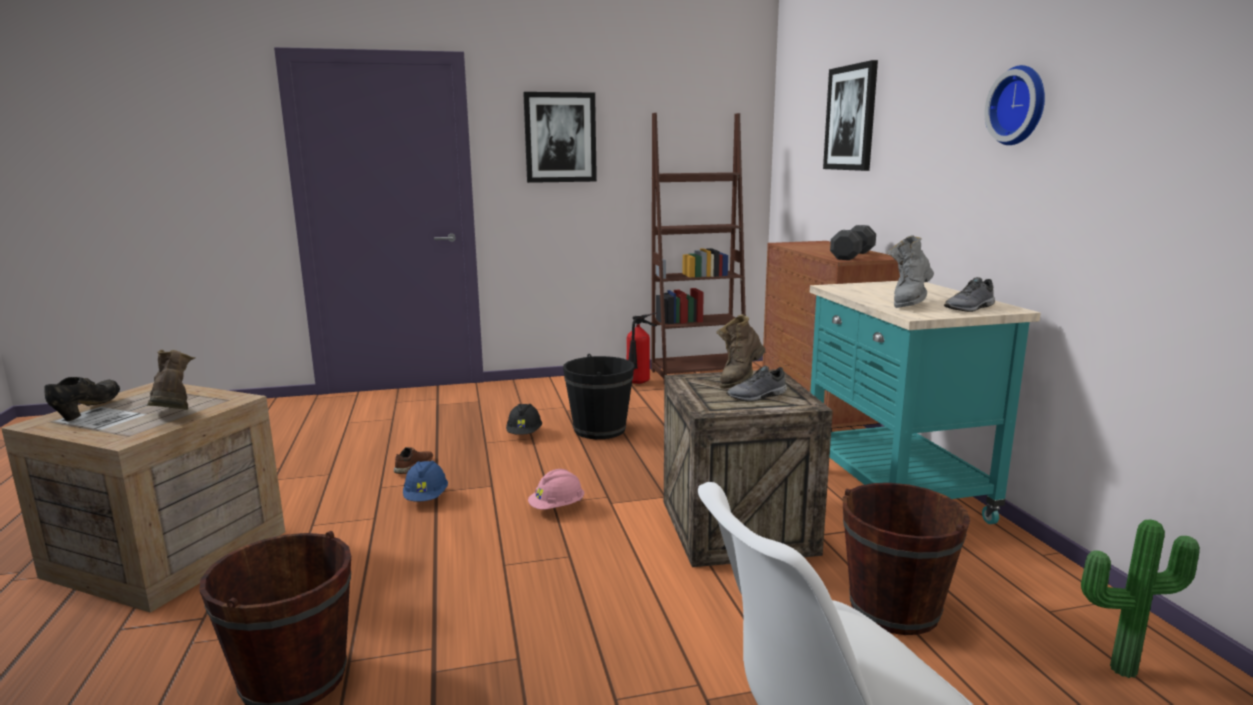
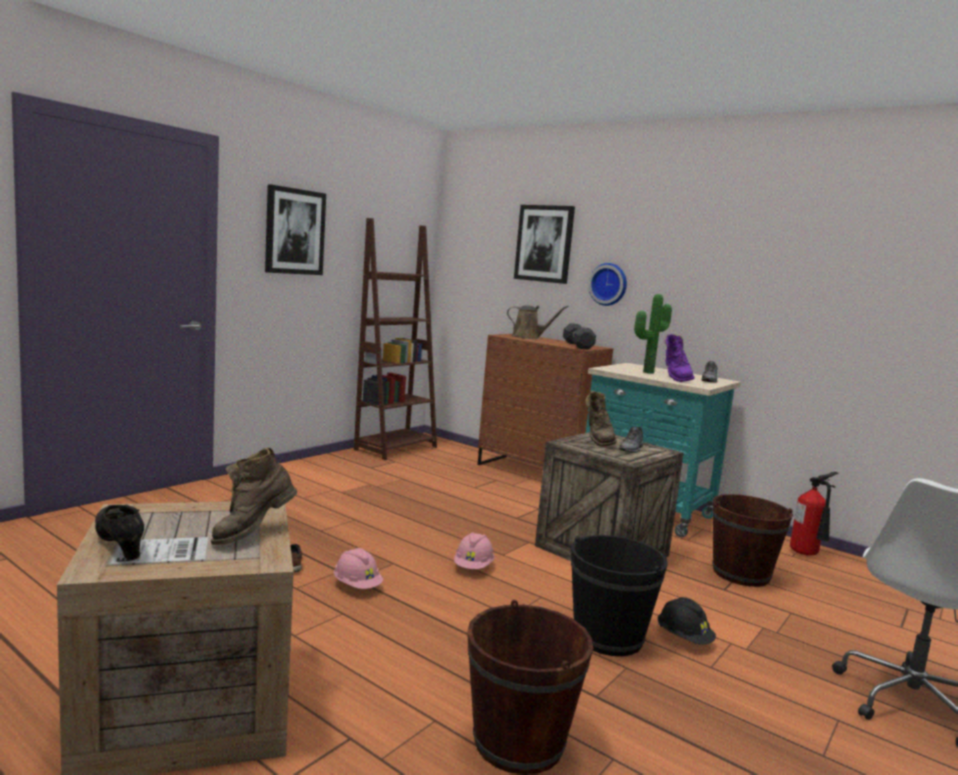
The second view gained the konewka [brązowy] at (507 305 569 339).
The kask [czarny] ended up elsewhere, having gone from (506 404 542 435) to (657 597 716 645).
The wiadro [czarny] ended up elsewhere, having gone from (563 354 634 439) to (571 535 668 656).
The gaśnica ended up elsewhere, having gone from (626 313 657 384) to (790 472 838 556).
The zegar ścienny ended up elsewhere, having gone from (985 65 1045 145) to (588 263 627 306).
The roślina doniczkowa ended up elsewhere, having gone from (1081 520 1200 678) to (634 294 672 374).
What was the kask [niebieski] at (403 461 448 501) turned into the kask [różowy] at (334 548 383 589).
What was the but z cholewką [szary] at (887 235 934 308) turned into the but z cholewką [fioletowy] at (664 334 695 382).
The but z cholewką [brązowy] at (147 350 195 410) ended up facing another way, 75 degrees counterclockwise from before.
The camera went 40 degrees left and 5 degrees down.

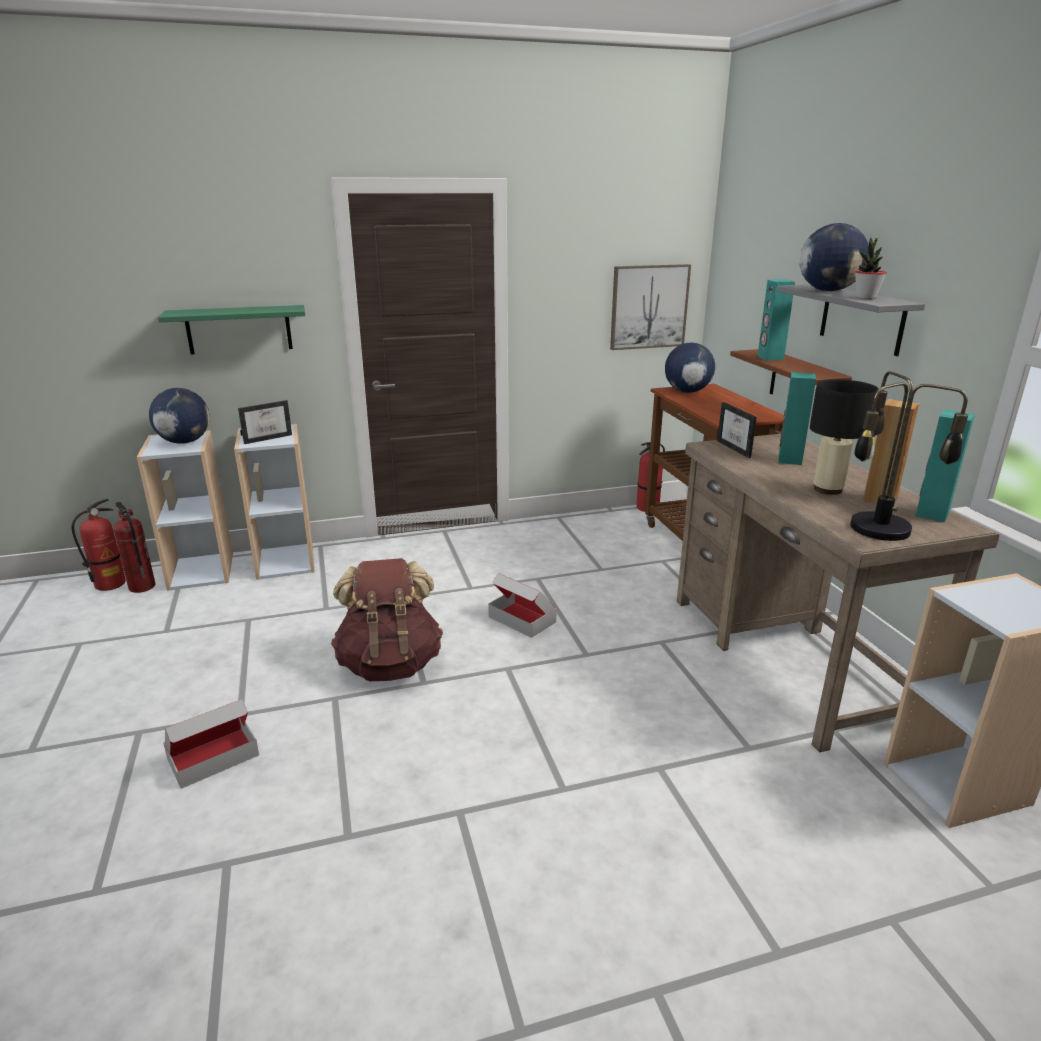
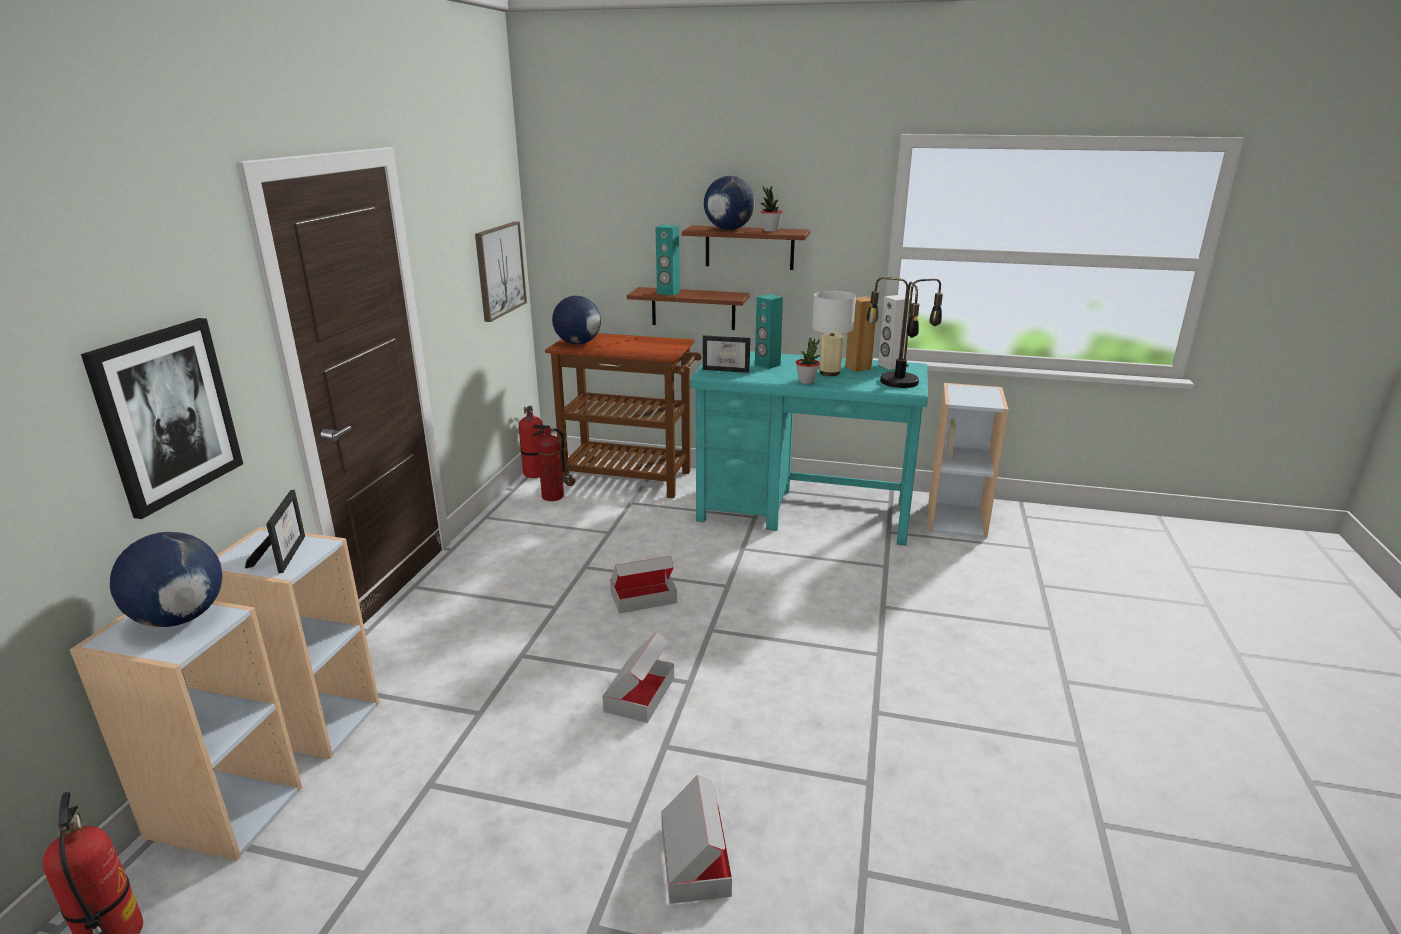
The second view gained the roślina doniczkowa at (796 338 820 384).
The gaśnica ended up elsewhere, having gone from (113 502 156 593) to (533 425 566 501).
Where the półka [zielony] hung at (158 305 305 354), the obraz came to hang at (81 318 243 519).
Where the plecak [brązowy] stood at (331 558 443 681), the karton came to stand at (603 632 674 723).
What was the biurko [brązowy] at (677 434 999 752) turned into the biurko [turkusowy] at (690 352 928 546).
What was the półka [szary] at (777 285 925 356) turned into the półka [brązowy] at (682 225 810 270).
What was the lampa stołowa [czarny] at (810 379 878 495) turned into the lampa stołowa [biały] at (812 291 856 376).
What was the głośnik [turkusowy] at (915 410 975 522) turned into the głośnik [biały] at (878 295 910 370).
The camera went 60 degrees left and 0 degrees up.

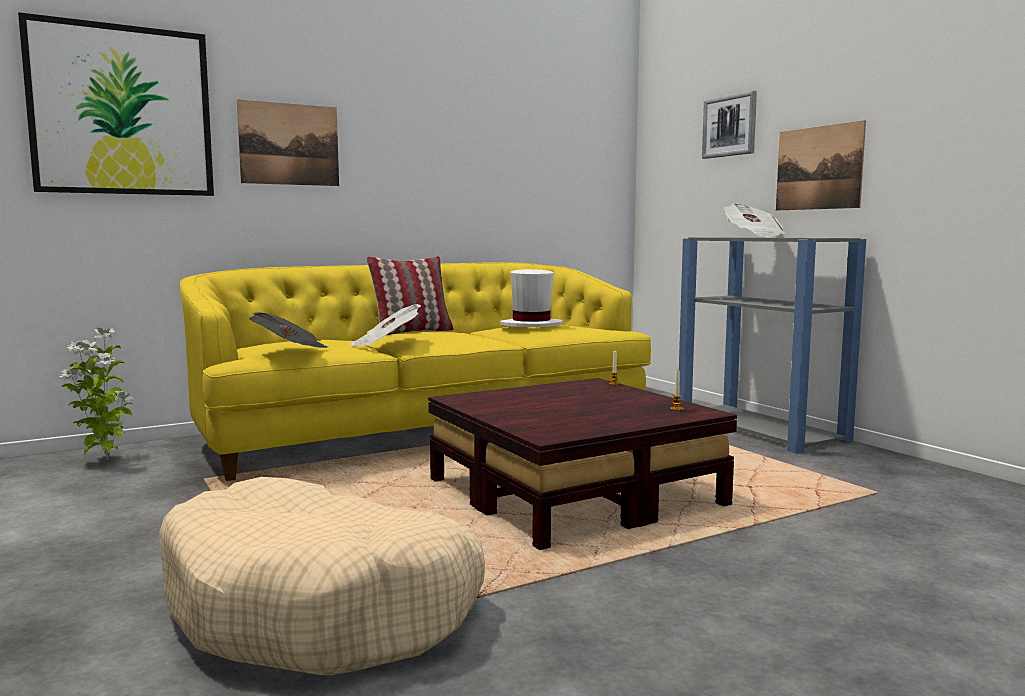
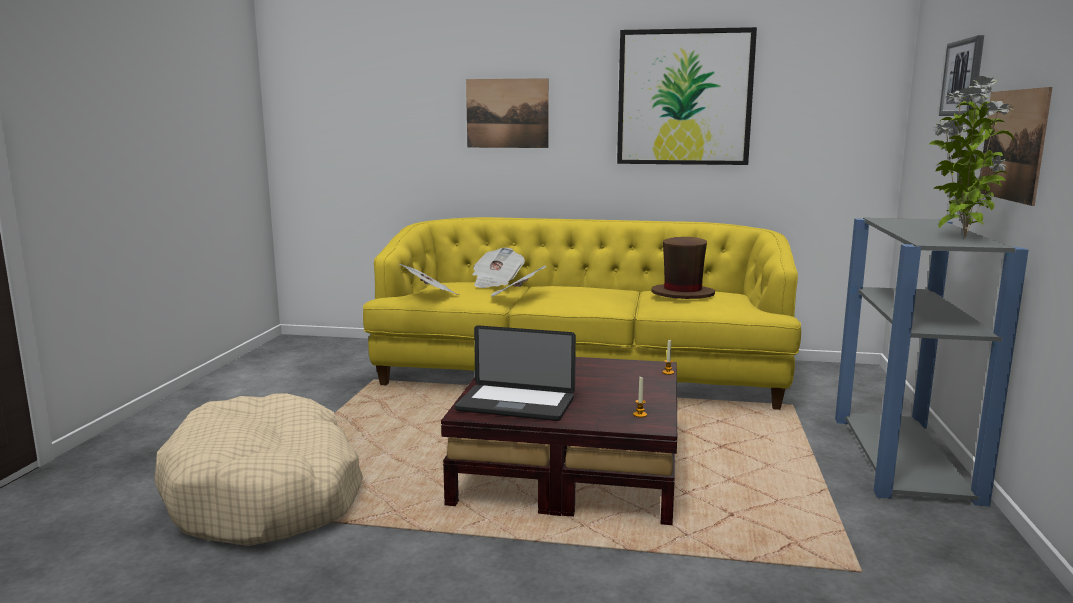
The second view lost the poduszka at (366 256 454 335).
The second view gained the laptop at (455 325 576 421).
The obraz ended up elsewhere, having gone from (18 12 214 196) to (617 27 757 165).
The roślina doniczkowa ended up elsewhere, having gone from (59 328 134 461) to (929 76 1014 238).
The gazeta ended up elsewhere, having gone from (724 203 786 237) to (472 247 525 288).
What was the kapelusz [biały] at (500 269 563 327) turned into the kapelusz [brązowy] at (651 237 715 299).
The camera went 40 degrees right and 5 degrees up.

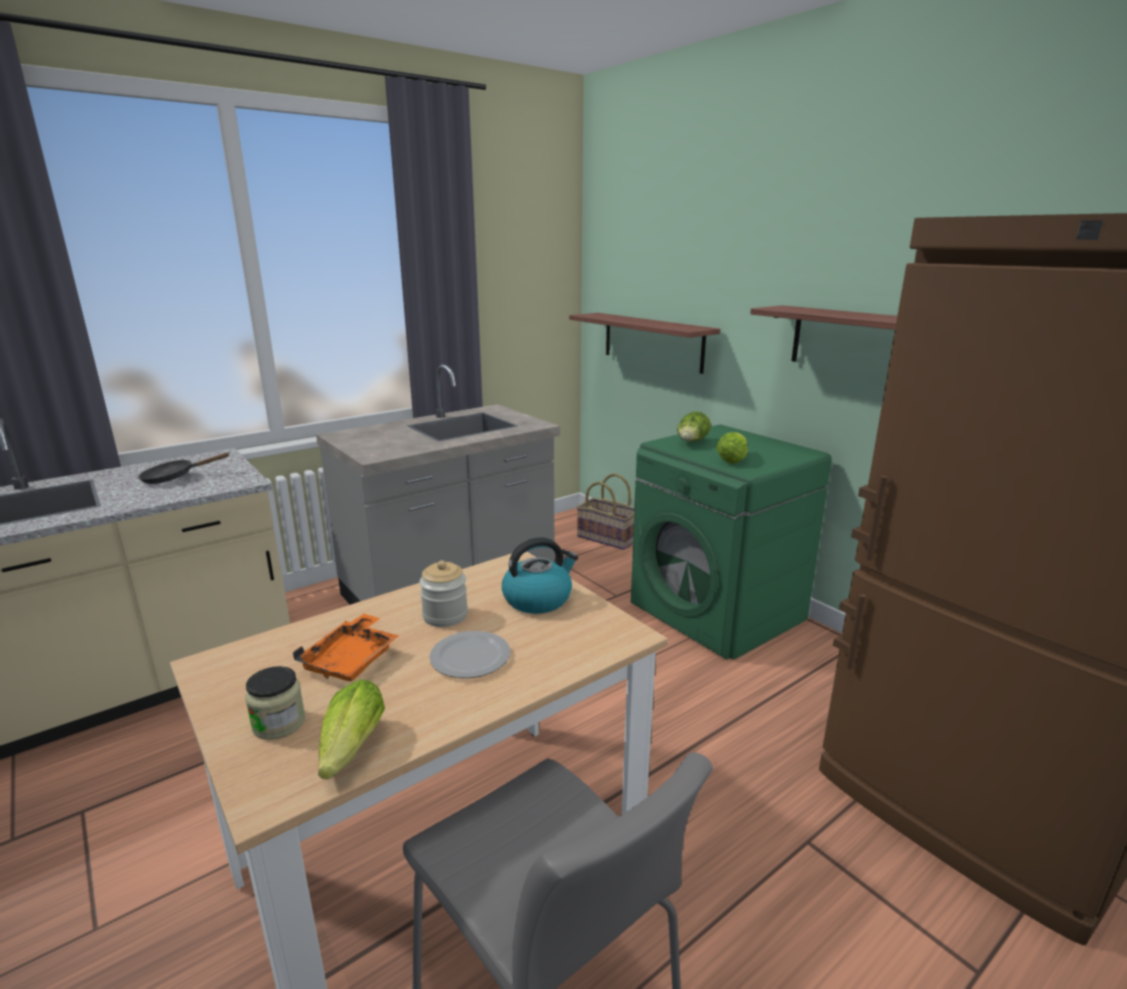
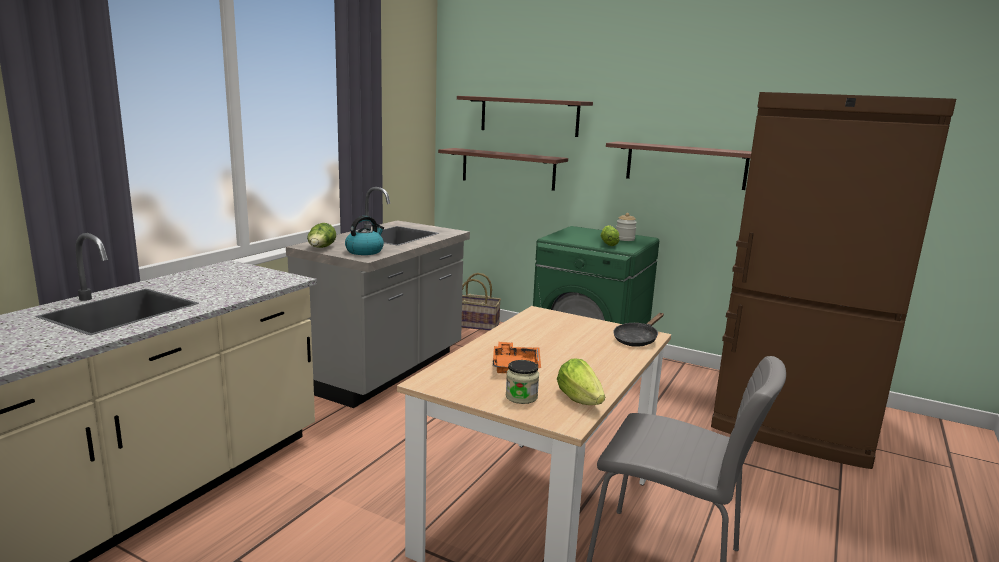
The second view lost the talerz at (429 631 511 678).
The second view gained the półka at (457 96 593 137).
The patelnia [czarny] ended up elsewhere, having gone from (138 453 229 484) to (613 313 664 347).
The słoik ended up elsewhere, having gone from (419 560 468 627) to (616 213 637 241).
The czajnik ended up elsewhere, having gone from (502 537 578 614) to (345 216 384 255).
The sałata ended up elsewhere, having gone from (677 411 711 442) to (307 223 336 248).
The camera went 25 degrees left and 5 degrees down.

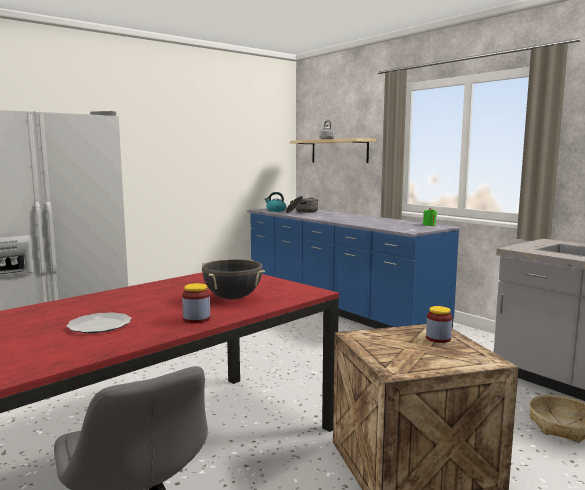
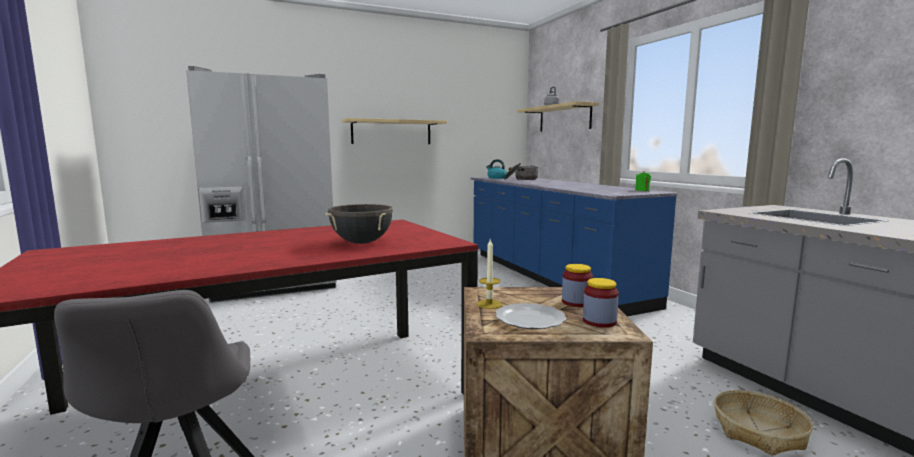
The second view gained the półka at (342 118 447 144).
The second view gained the świeca at (477 239 502 309).
The talerz ended up elsewhere, having gone from (66 312 132 333) to (496 303 566 329).
The słoik ended up elsewhere, having gone from (182 283 210 323) to (583 278 619 328).
The camera went 15 degrees right and 0 degrees up.

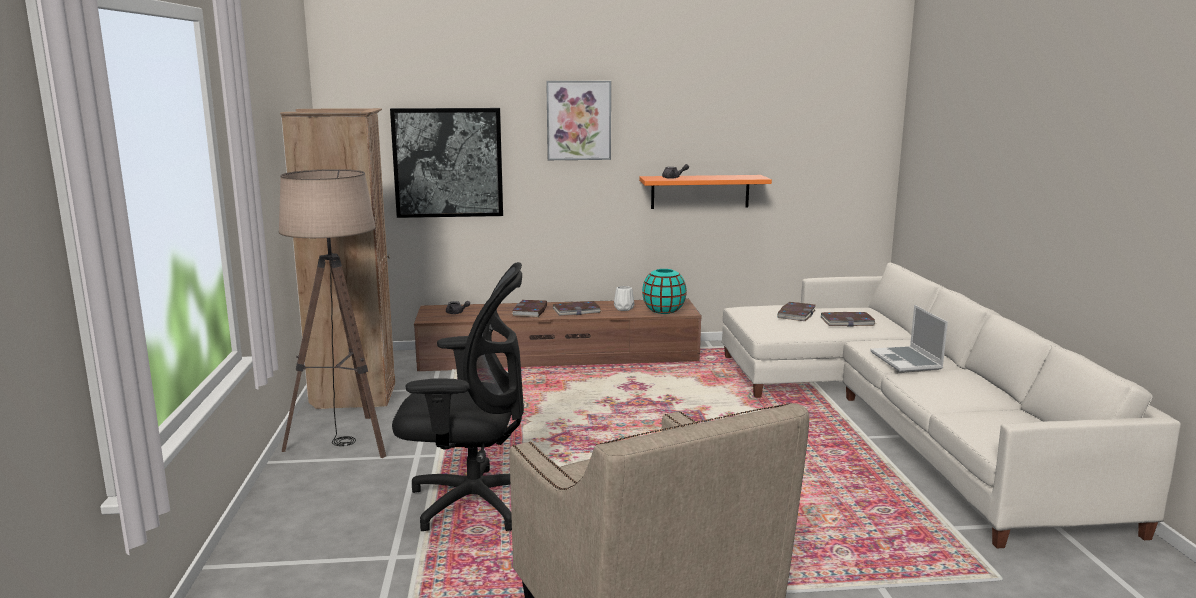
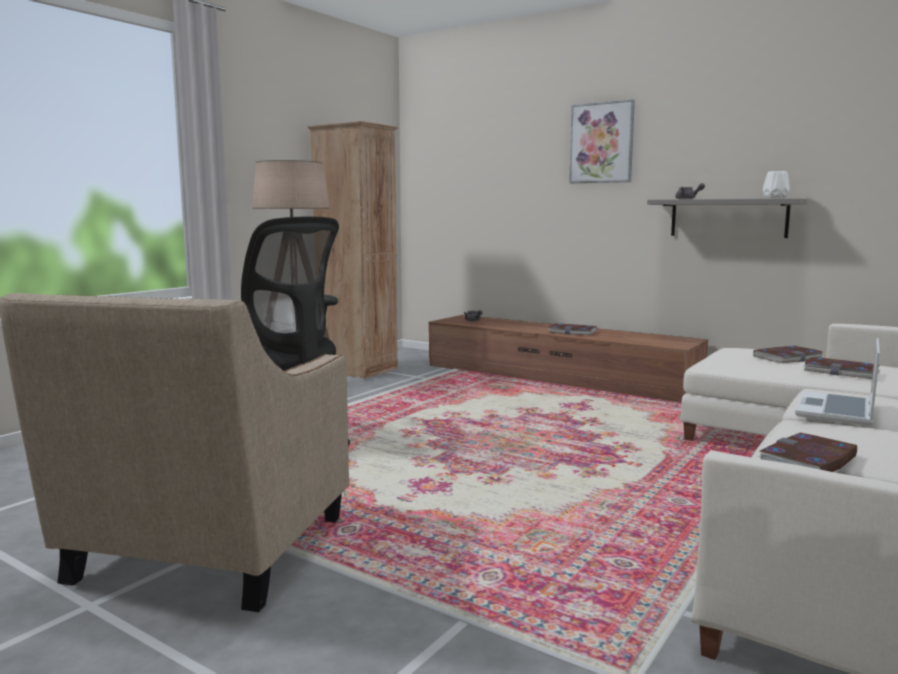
The second view lost the obraz at (390 108 503 218).
The second view lost the wazon [turkusowy] at (642 269 687 314).
The książka ended up elsewhere, having gone from (512 300 547 317) to (758 433 857 472).
The wazon [biały] ended up elsewhere, having gone from (614 286 634 311) to (763 171 790 199).
What was the półka [pomarańczowy] at (639 175 772 209) turned into the półka [szary] at (647 198 807 238).
The camera went 40 degrees right and 5 degrees down.

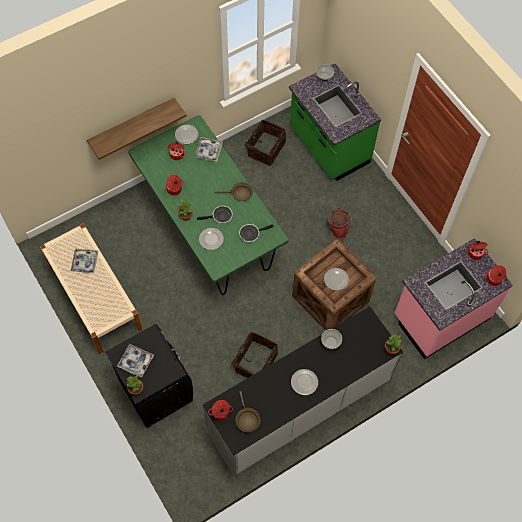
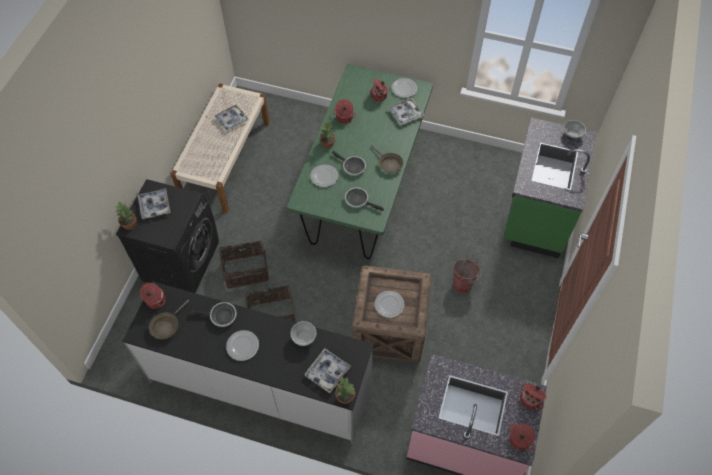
The second view lost the półka at (87 97 187 160).
The second view gained the patelnia at (190 302 237 327).
The second view gained the taca at (304 349 351 393).
The koszyk ended up elsewhere, having gone from (240 120 286 166) to (220 241 269 289).
The camera went 50 degrees right and 5 degrees down.

